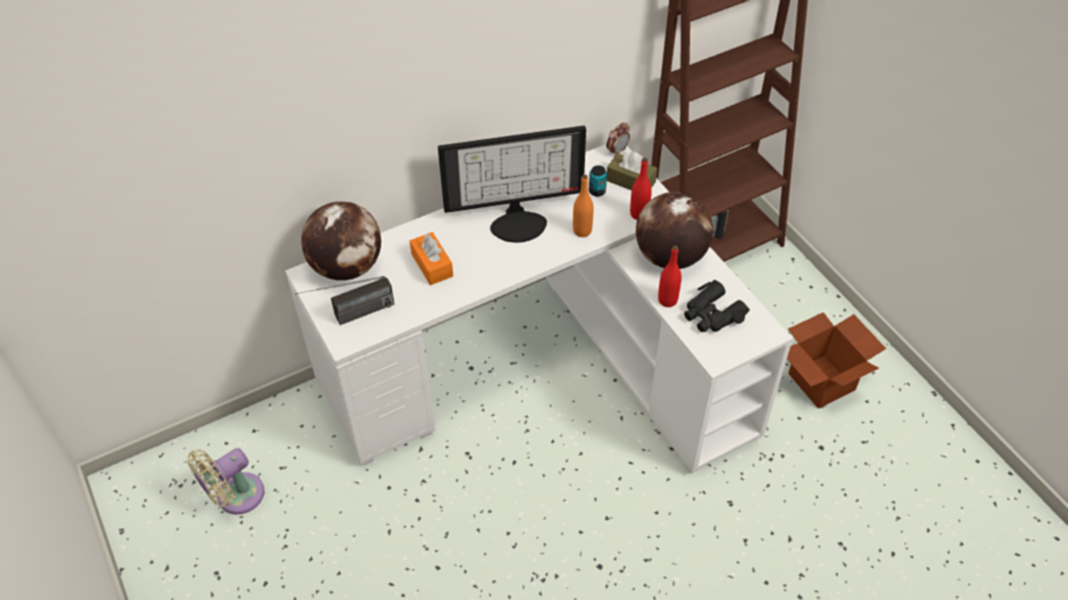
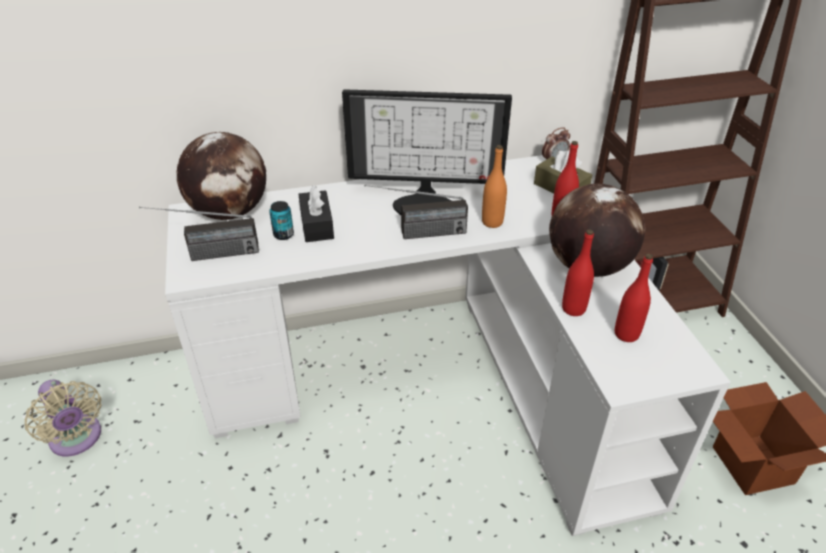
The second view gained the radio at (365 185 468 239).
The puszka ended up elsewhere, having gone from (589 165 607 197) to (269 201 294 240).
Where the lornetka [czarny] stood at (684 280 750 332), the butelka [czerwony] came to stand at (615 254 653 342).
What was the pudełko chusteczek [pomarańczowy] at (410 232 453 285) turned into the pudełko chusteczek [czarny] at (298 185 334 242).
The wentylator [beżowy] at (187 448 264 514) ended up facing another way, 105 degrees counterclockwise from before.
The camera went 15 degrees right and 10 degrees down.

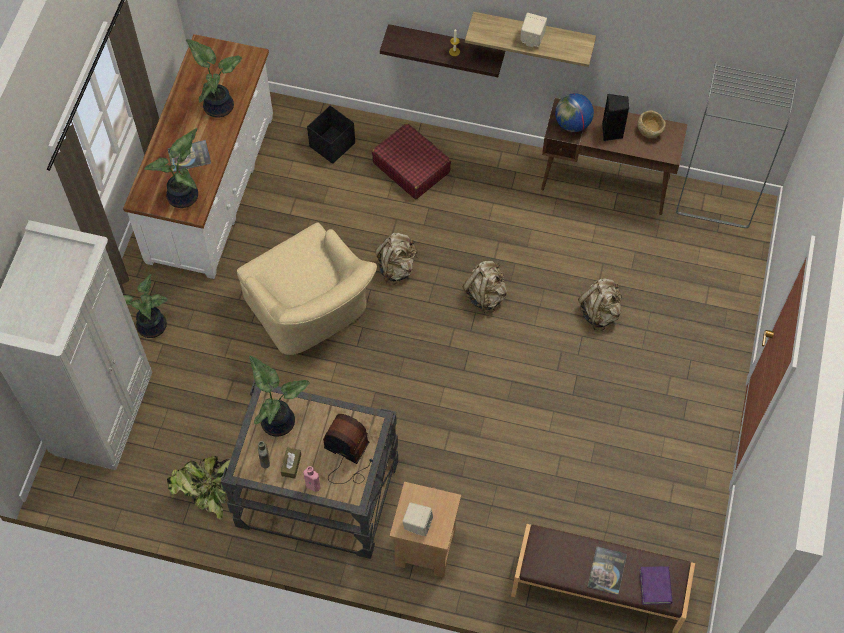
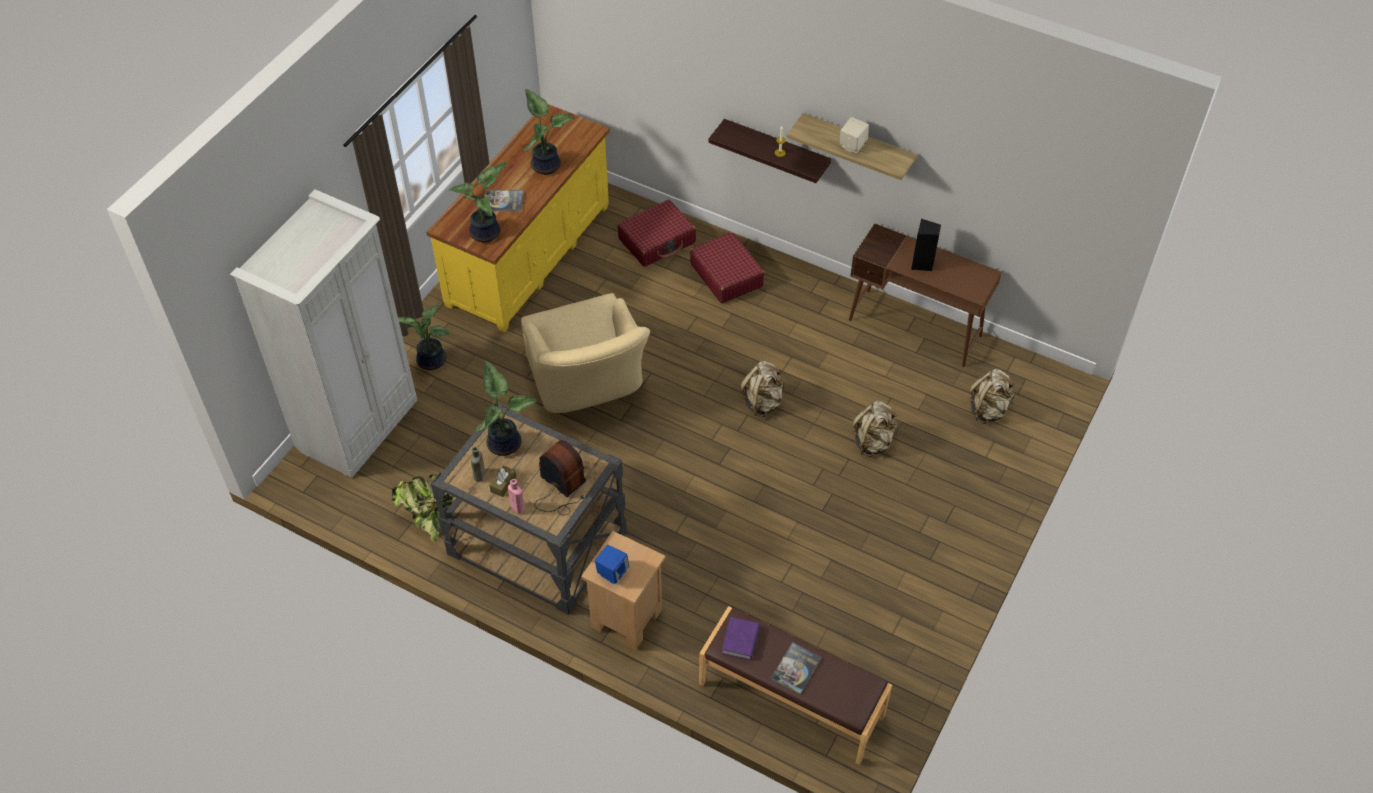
The second view lost the globus at (555 93 594 132).
The second view lost the miska [beżowy] at (637 110 666 139).
The second view lost the wieszak [szary] at (676 63 797 228).
The plecak [beżowy] ended up elsewhere, having gone from (375 233 418 284) to (970 369 1014 424).
The książka [fioletowy] ended up elsewhere, having gone from (640 566 673 605) to (722 617 760 660).
Where the pojemnik do przechowywania [czarny] stood at (307 106 355 164), the walizka [czerwony] came to stand at (617 200 696 267).
What was the komoda [biały] at (123 34 273 279) turned into the komoda [żółty] at (426 104 610 332).
What was the głośnik [beżowy] at (403 502 433 536) turned into the głośnik [niebieski] at (595 545 629 584).
The camera went 15 degrees right and 10 degrees down.

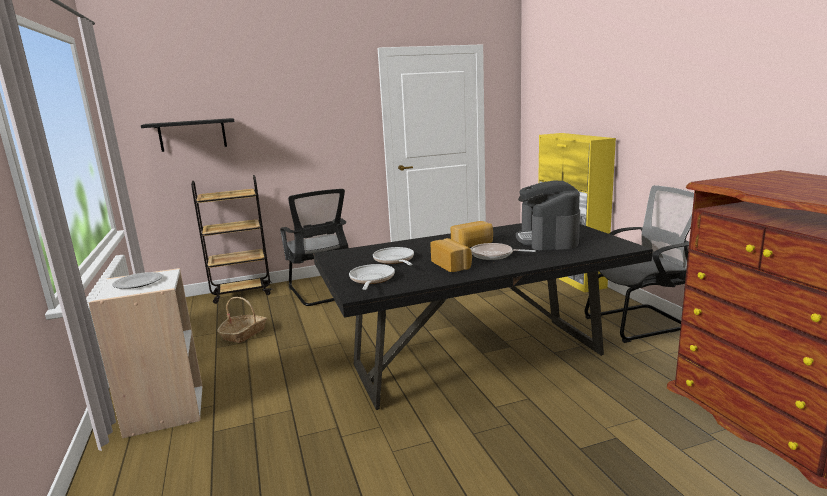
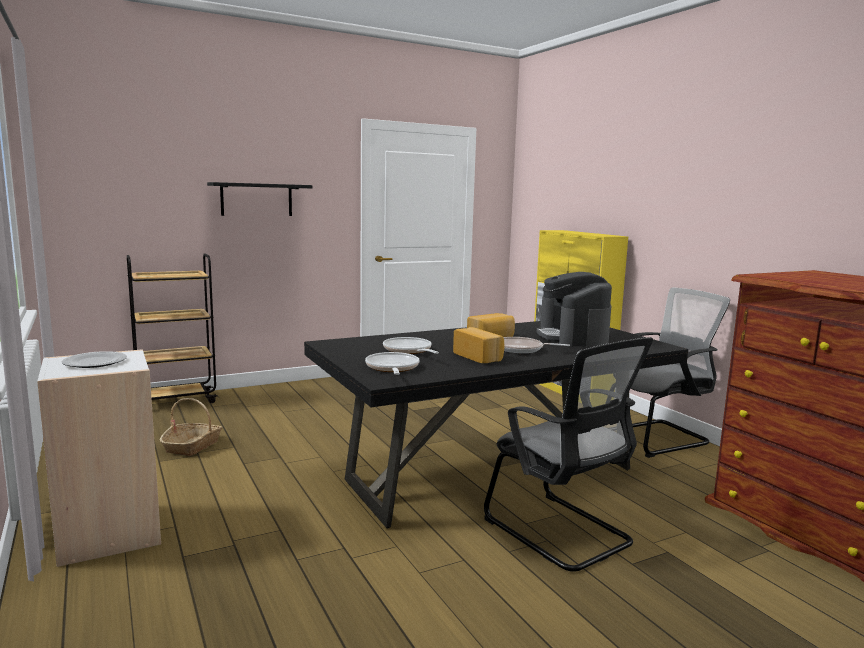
The półka [czarny] ended up elsewhere, having gone from (141 118 234 152) to (207 182 312 216).
The krzesło ended up elsewhere, having gone from (280 189 348 306) to (484 337 653 572).
The camera went 10 degrees left and 5 degrees down.

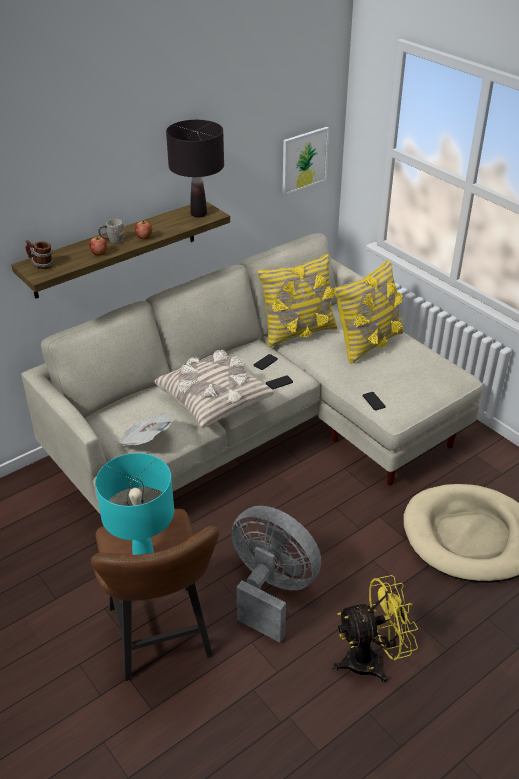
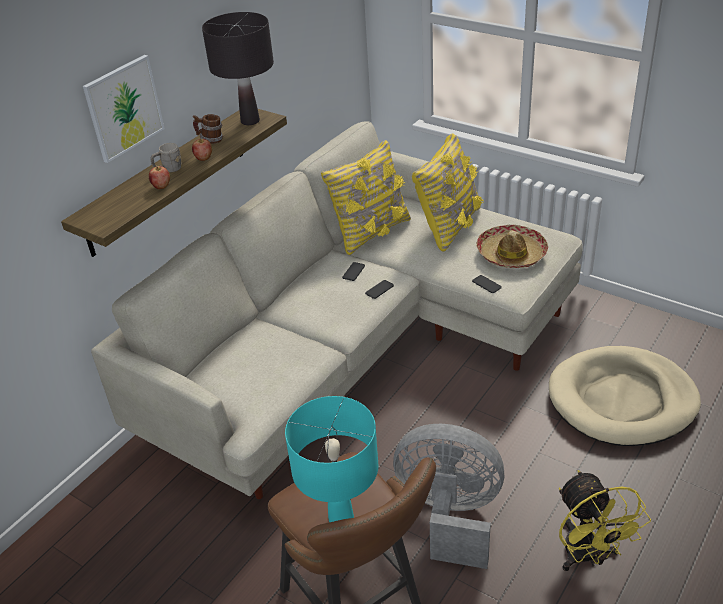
The second view lost the gazeta at (117 413 174 446).
The second view lost the poduszka [beżowy] at (154 350 274 428).
The second view gained the kapelusz at (476 225 548 268).
The kubek ended up elsewhere, having gone from (25 240 53 269) to (193 114 223 144).
The obraz ended up elsewhere, having gone from (282 127 329 195) to (83 55 165 163).
The wentylator [żółty] at (332 575 418 683) ended up facing another way, 105 degrees clockwise from before.
The camera went 15 degrees left and 0 degrees up.

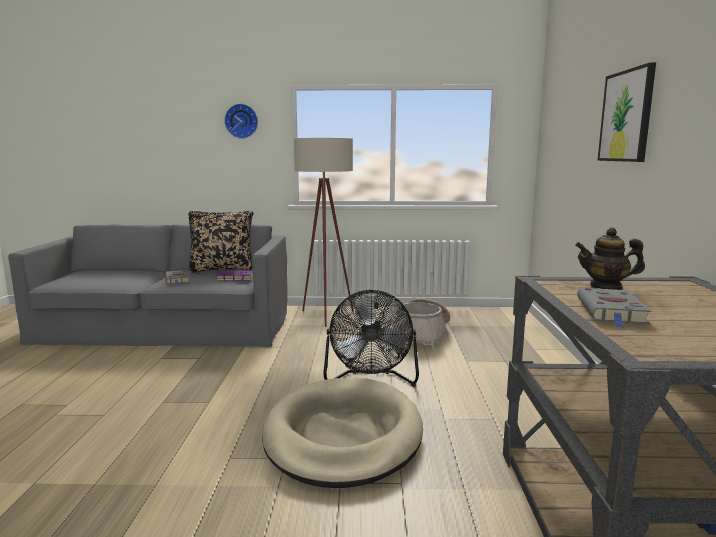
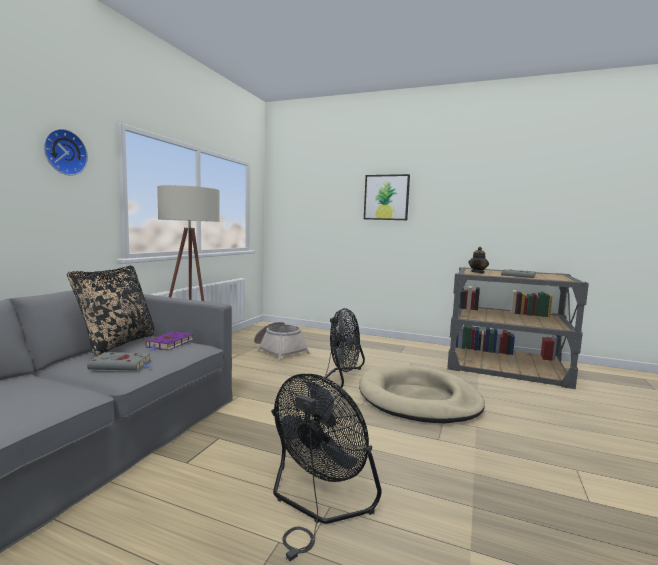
The second view gained the wentylator [czarny] at (271 374 382 561).
The camera went 70 degrees left and 5 degrees down.

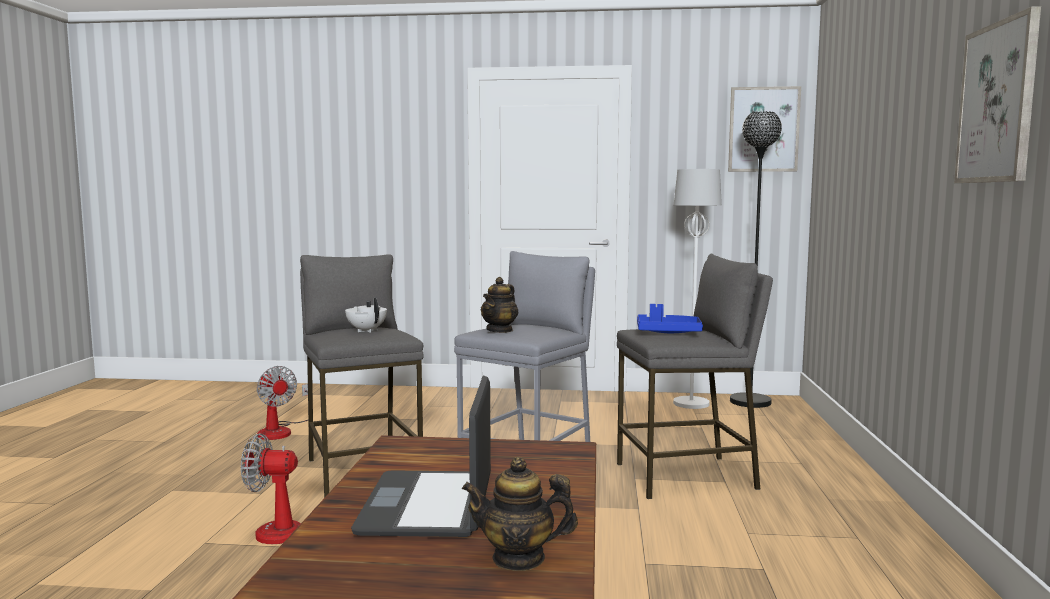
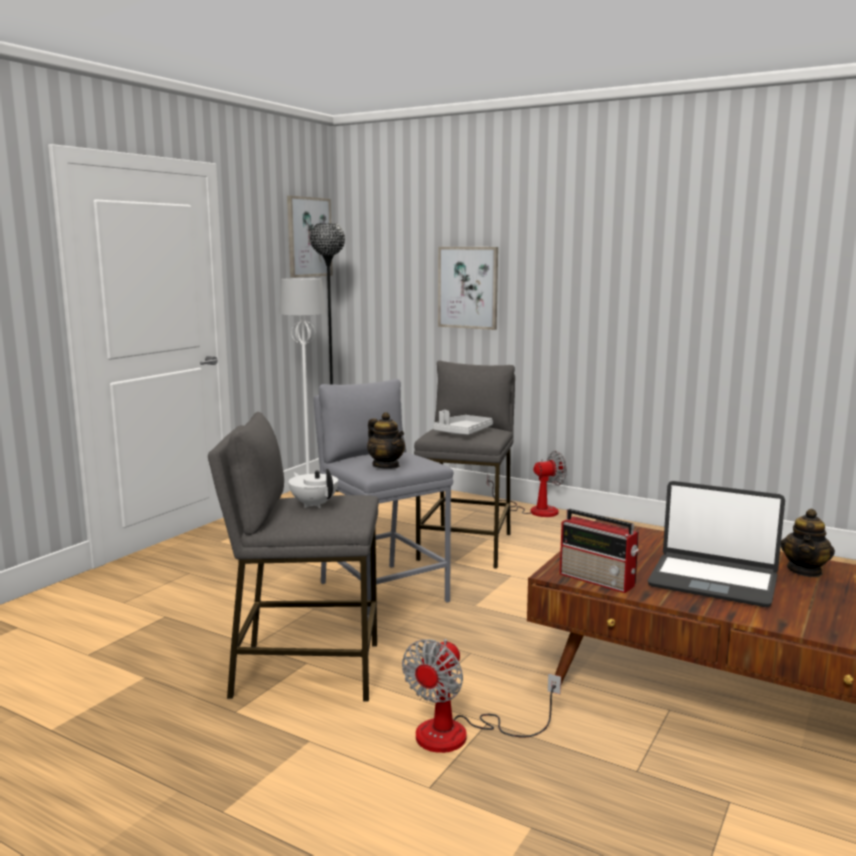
The second view gained the radio at (560 509 639 593).
The wentylator ended up elsewhere, having gone from (257 366 308 440) to (487 451 567 517).
The obraz ended up elsewhere, having gone from (954 6 1041 183) to (438 247 498 330).
What was the taca [niebieski] at (637 304 703 333) turned into the taca [szary] at (433 410 493 435).
The imbryk [biały] at (345 297 387 333) ended up facing another way, 60 degrees clockwise from before.
The camera went 65 degrees left and 5 degrees up.

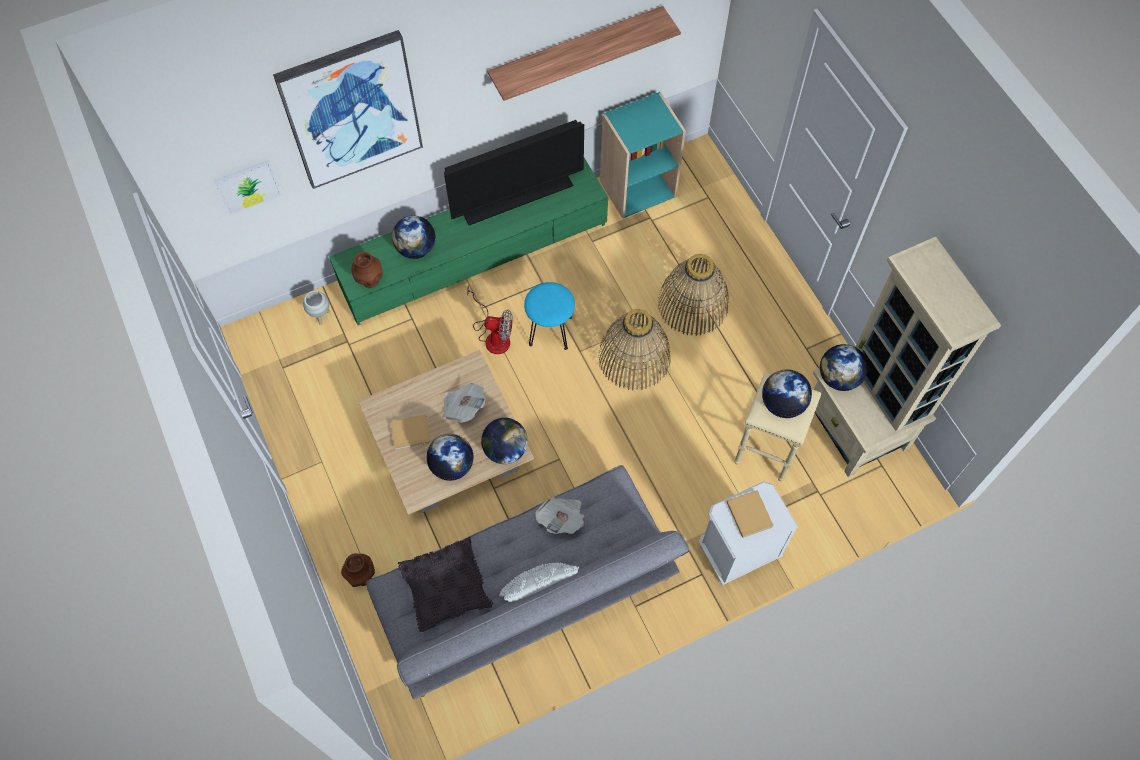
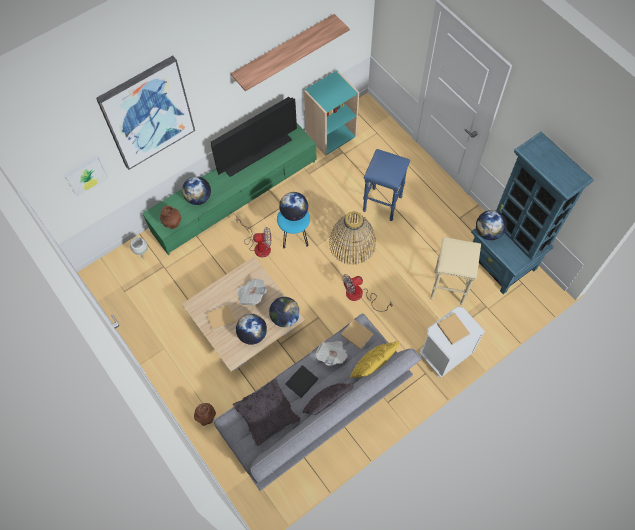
The second view gained the książka [czarny] at (285 365 318 398).
The second view gained the książka [beżowy] at (341 319 373 350).
The second view gained the wentylator at (343 274 392 312).
The second view gained the poduszka [żółty] at (350 341 400 378).
The globus ended up elsewhere, having gone from (762 369 812 418) to (279 192 308 221).
Where the koszyk stood at (658 254 729 336), the stołek [niebieski] came to stand at (363 149 410 221).
What was the poduszka [biały] at (499 562 579 602) turned into the poduszka [czarny] at (303 383 354 415).
What was the szafka [beżowy] at (813 237 1001 477) turned into the szafka [niebieski] at (471 132 594 294).
The camera went 10 degrees left and 0 degrees up.

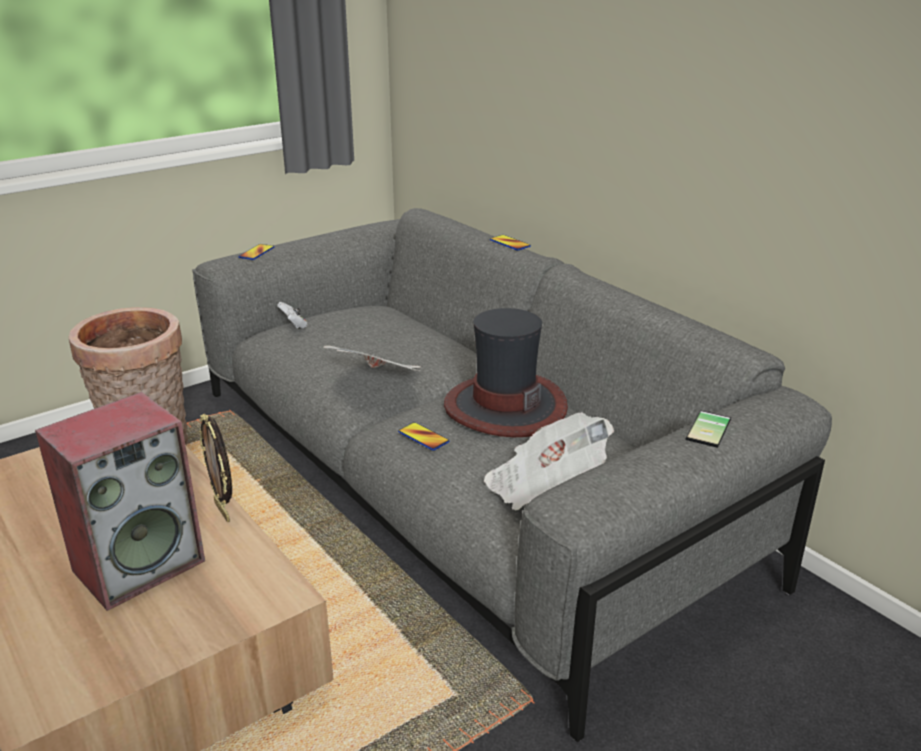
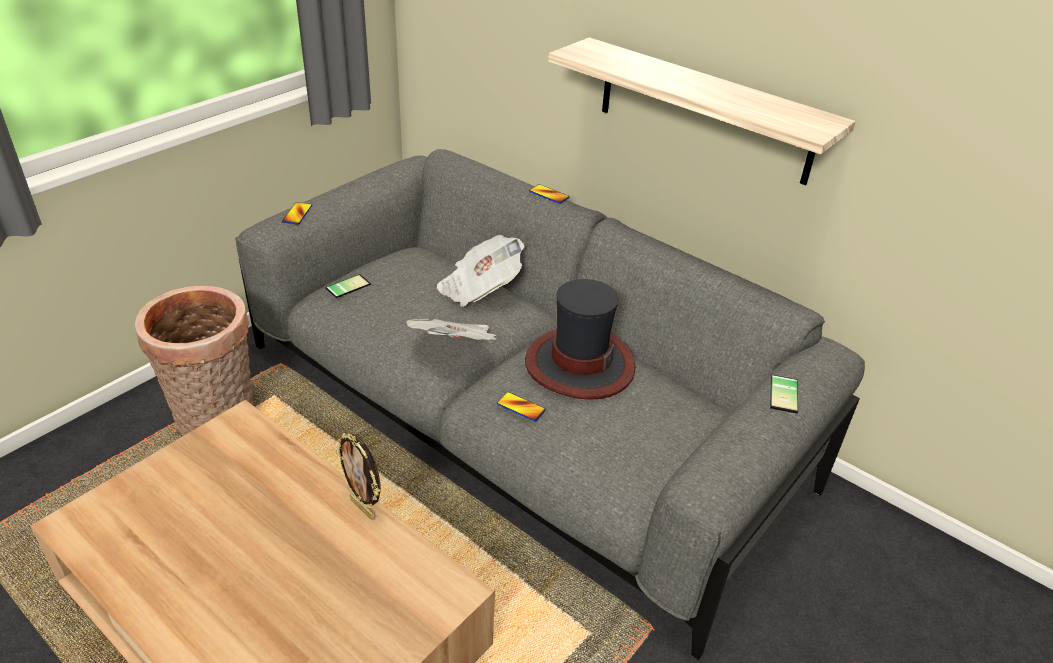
The second view lost the głośnik at (35 392 205 611).
The second view gained the półka at (548 37 856 185).
The gazeta ended up elsewhere, having gone from (484 412 614 511) to (437 235 525 307).
Where the pad do gier [biały] stood at (277 302 308 329), the telefon came to stand at (326 274 371 298).
The camera went 15 degrees left and 10 degrees up.

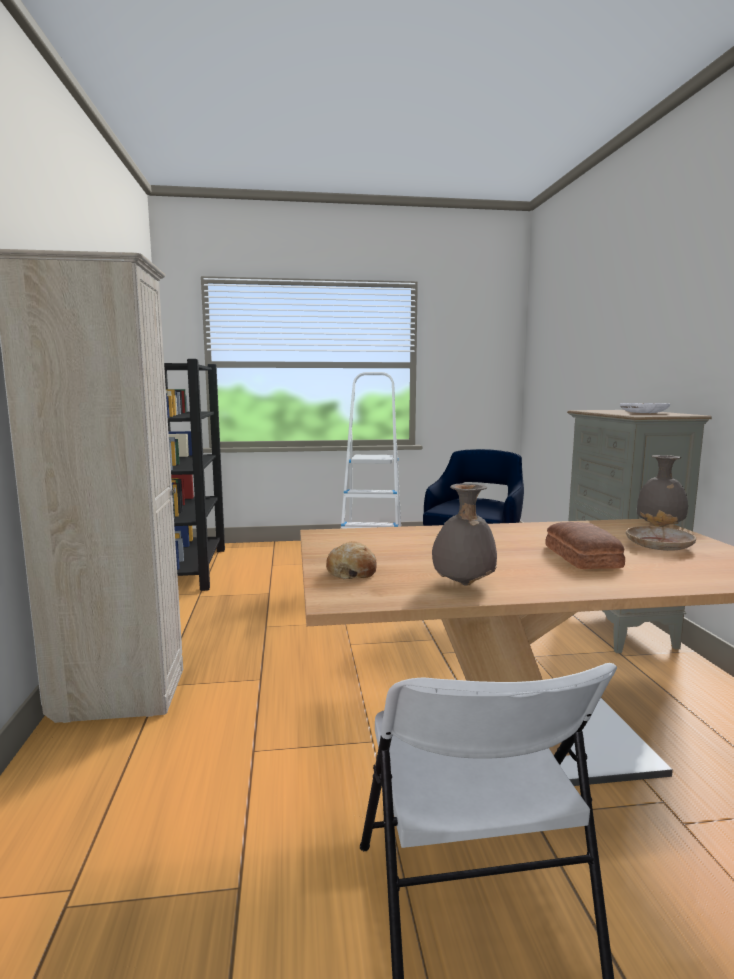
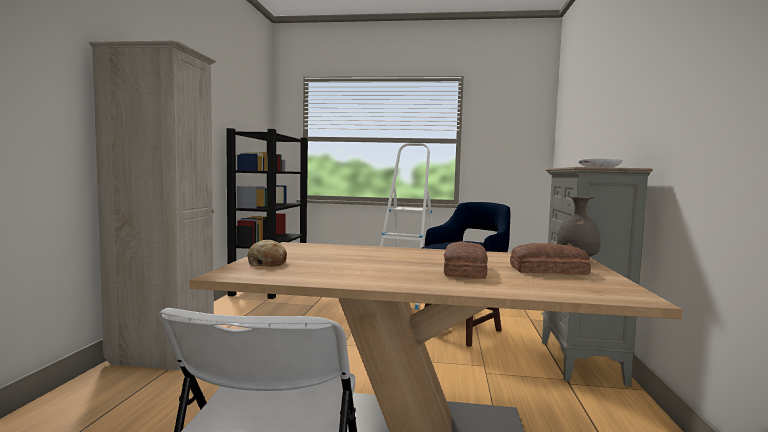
The second view lost the wazon [szary] at (432 483 497 585).
Where the talerz [beżowy] stood at (626 526 696 551), the chleb came to stand at (510 243 591 275).
The camera went 15 degrees right and 5 degrees down.

